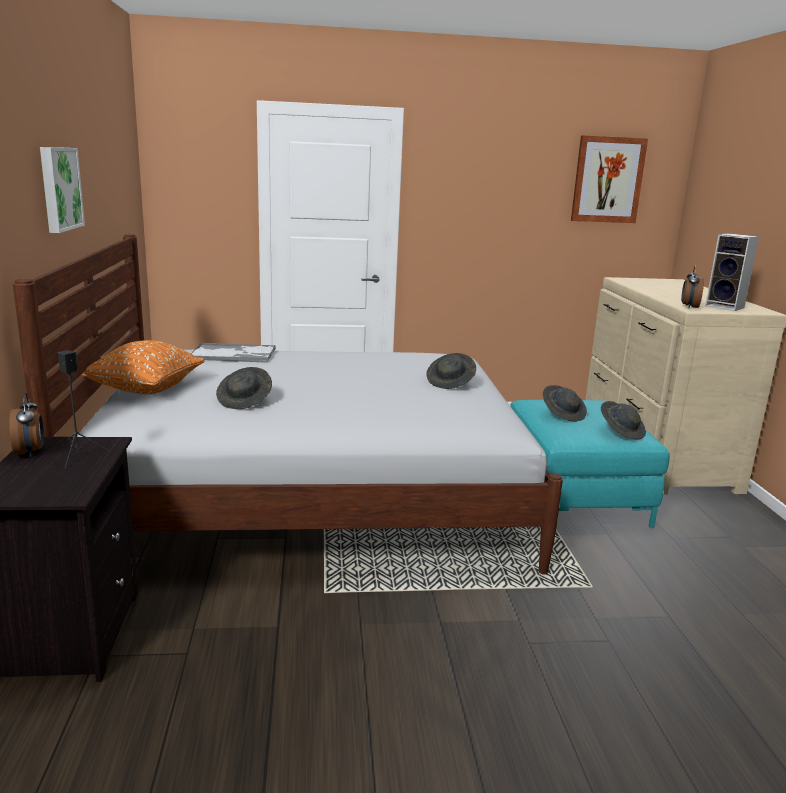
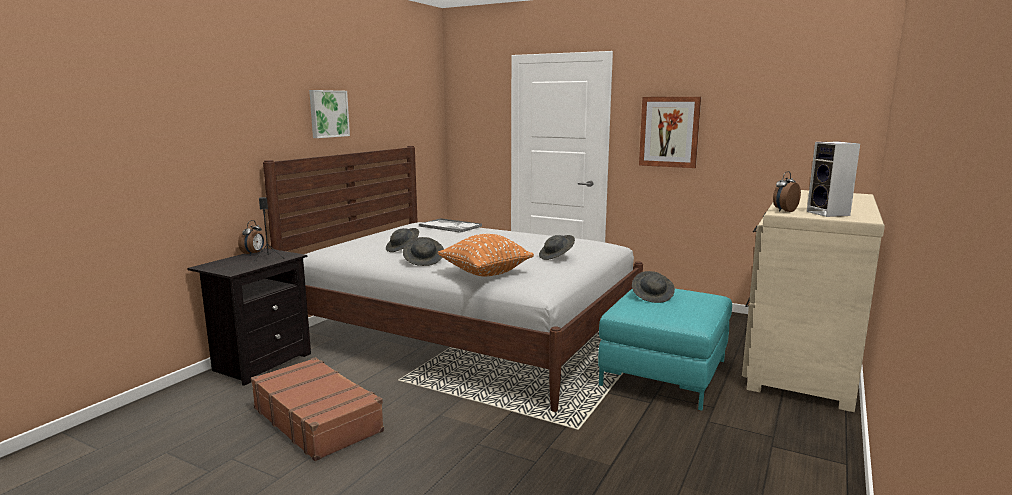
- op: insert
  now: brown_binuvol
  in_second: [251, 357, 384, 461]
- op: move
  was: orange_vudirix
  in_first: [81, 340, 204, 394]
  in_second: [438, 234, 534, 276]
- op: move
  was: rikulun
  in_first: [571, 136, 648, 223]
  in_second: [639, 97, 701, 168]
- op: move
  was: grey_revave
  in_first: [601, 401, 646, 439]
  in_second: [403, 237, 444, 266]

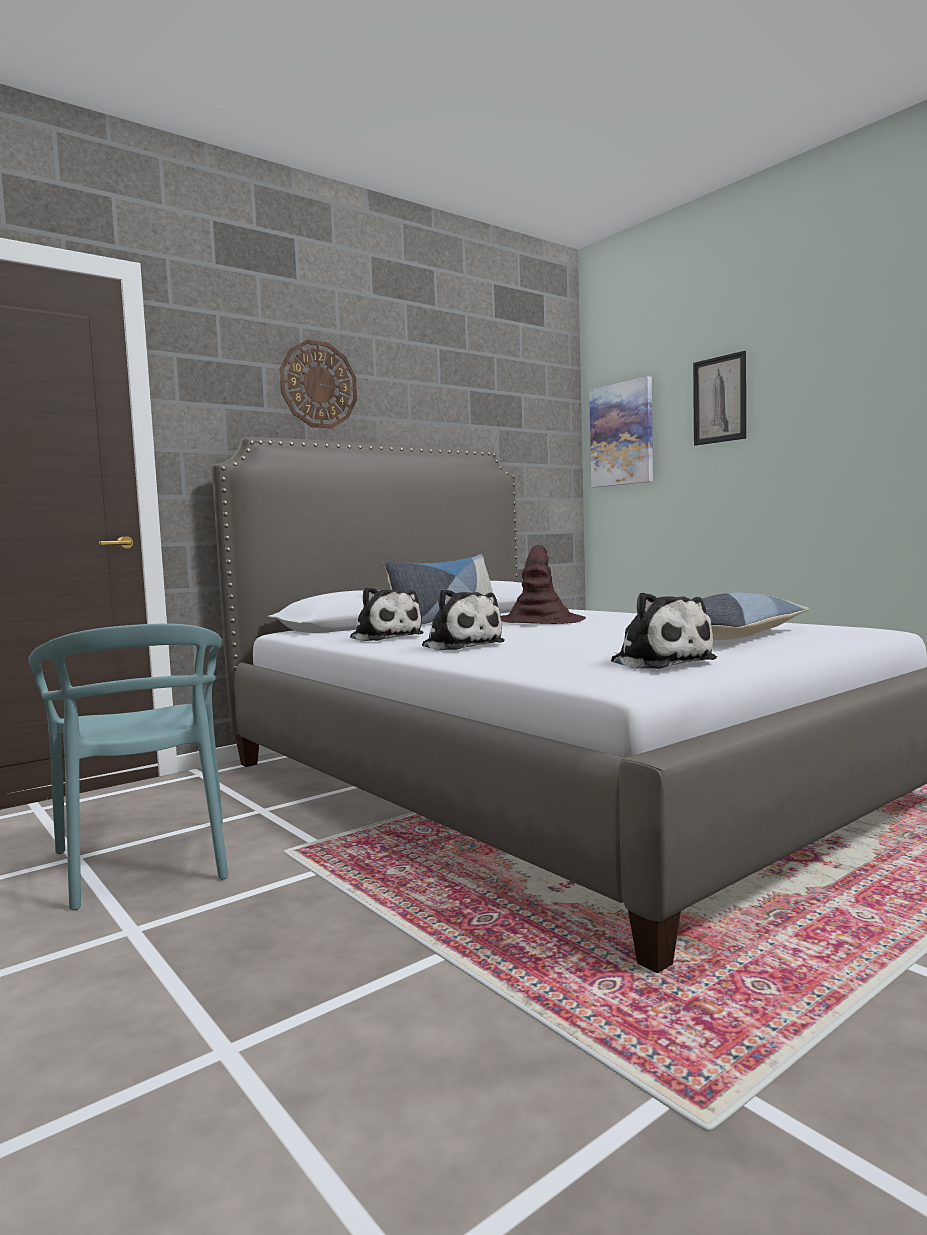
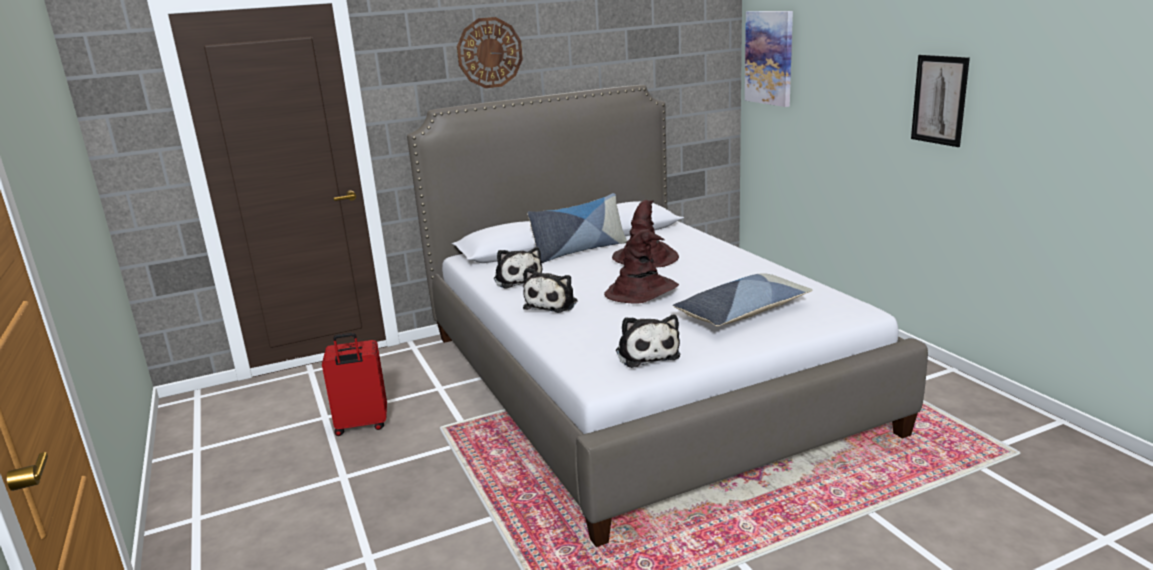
- op: insert
  now: brown_revave
  in_second: [604, 230, 679, 303]
- op: move
  was: rikulun
  in_first: [693, 351, 746, 446]
  in_second: [911, 55, 970, 147]
- op: replace
  was: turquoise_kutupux
  now: red_binuvol
  in_first: [28, 624, 228, 910]
  in_second: [322, 333, 387, 436]
- op: rotate
  was: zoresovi
  in_first: [422, 589, 505, 650]
  in_second: [523, 268, 577, 313]
  clockwise: 45

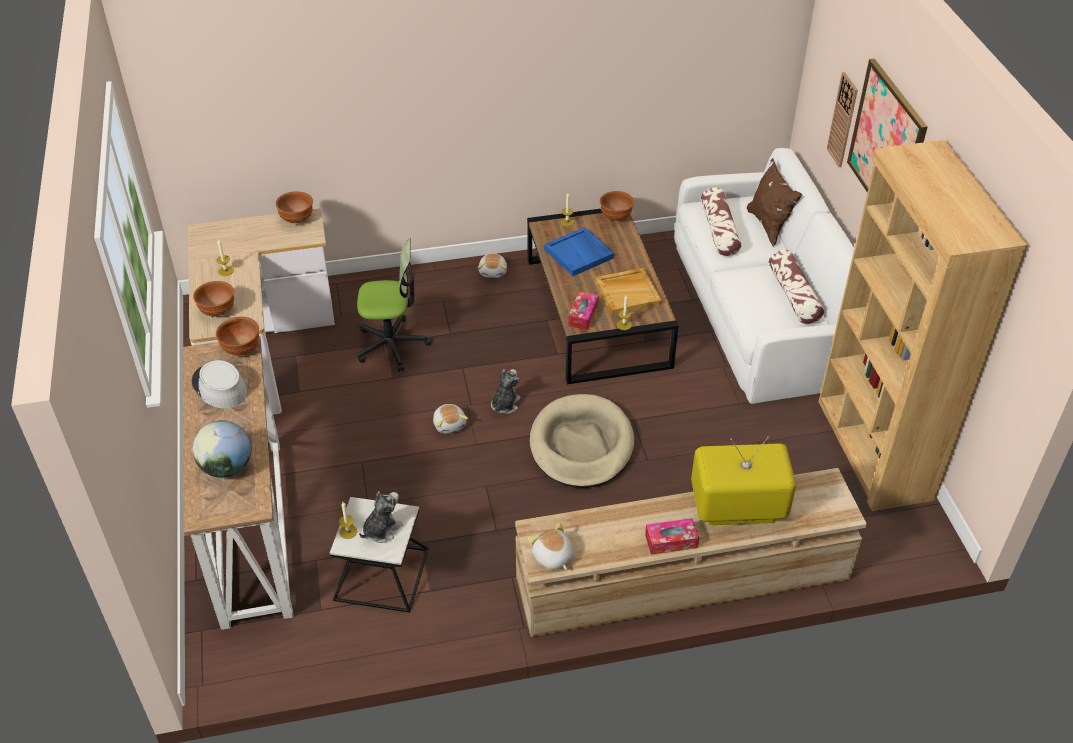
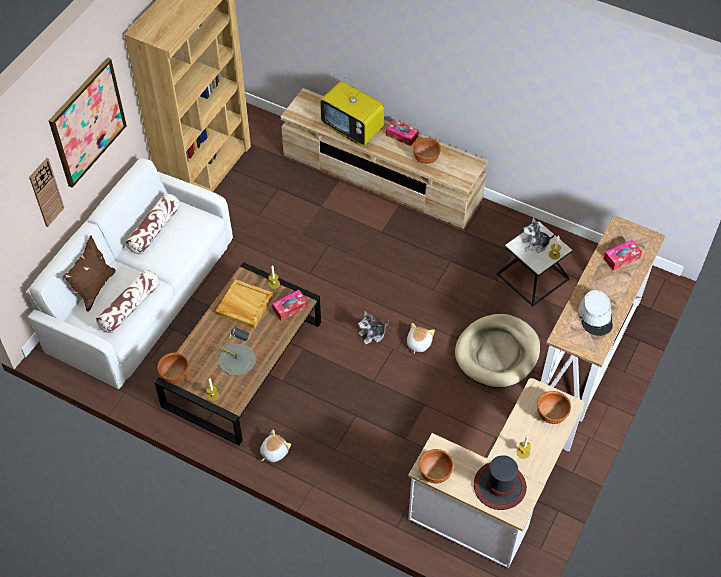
- op: delete
  was: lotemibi
  in_first: [357, 239, 431, 372]
- op: delete
  was: zoresovi
  in_first: [528, 522, 573, 570]
- op: insert
  now: revave
  in_second: [474, 455, 527, 510]
- op: move
  was: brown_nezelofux
  in_first: [216, 317, 259, 356]
  in_second: [413, 138, 441, 164]
- op: move
  was: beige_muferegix
  in_first: [530, 394, 634, 488]
  in_second: [455, 314, 540, 388]
- op: replace
  was: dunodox
  now: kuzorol
  in_first: [192, 420, 251, 478]
  in_second: [603, 240, 642, 271]
- op: replace
  was: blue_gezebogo
  now: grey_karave
  in_first: [544, 227, 614, 276]
  in_second: [217, 327, 256, 376]

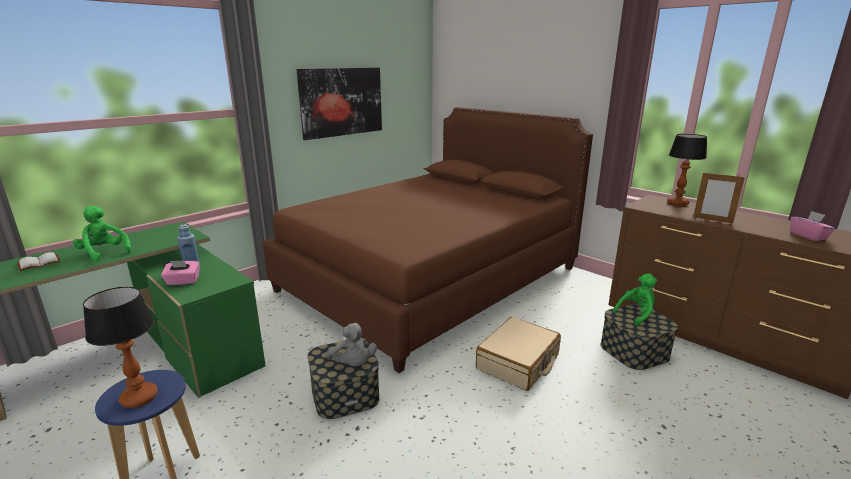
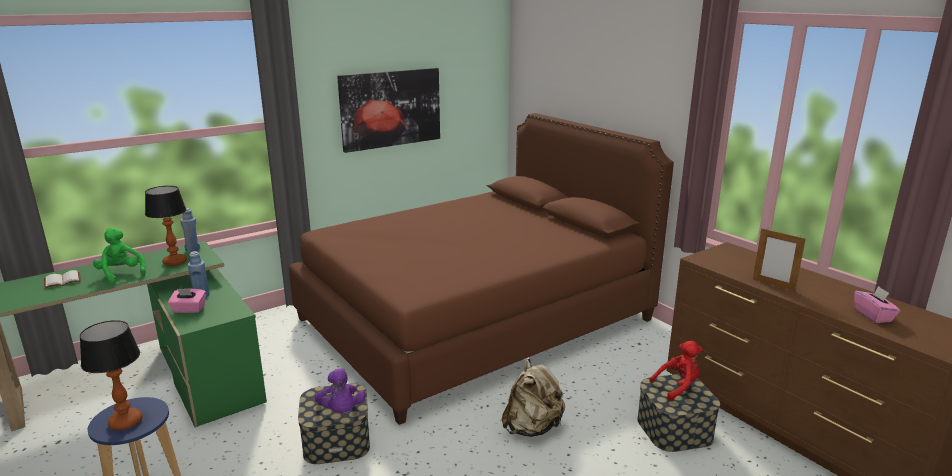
- op: insert
  now: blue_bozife
  in_second: [180, 208, 200, 252]
- op: move
  was: karave
  in_first: [667, 134, 707, 206]
  in_second: [145, 186, 187, 266]
- op: replace
  was: beige_binuvol
  now: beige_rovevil
  in_first: [476, 317, 561, 391]
  in_second: [501, 359, 565, 437]
- op: recolor
  was: grey_zoresovi
  now: purple_zoresovi
  in_first: [326, 323, 377, 366]
  in_second: [314, 368, 366, 413]
- op: recolor
  was: green_zoresovi
  now: red_zoresovi
  in_first: [613, 273, 657, 326]
  in_second: [650, 341, 703, 400]

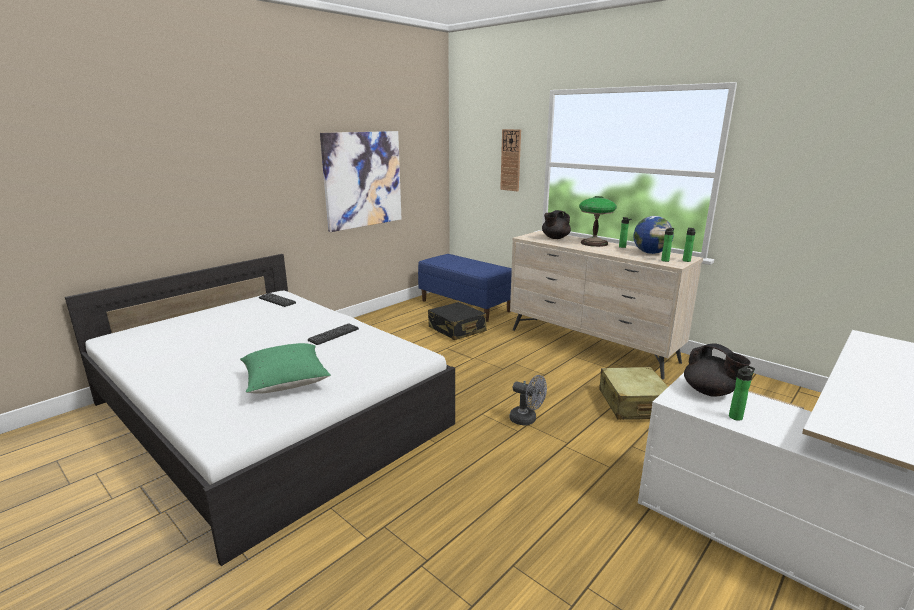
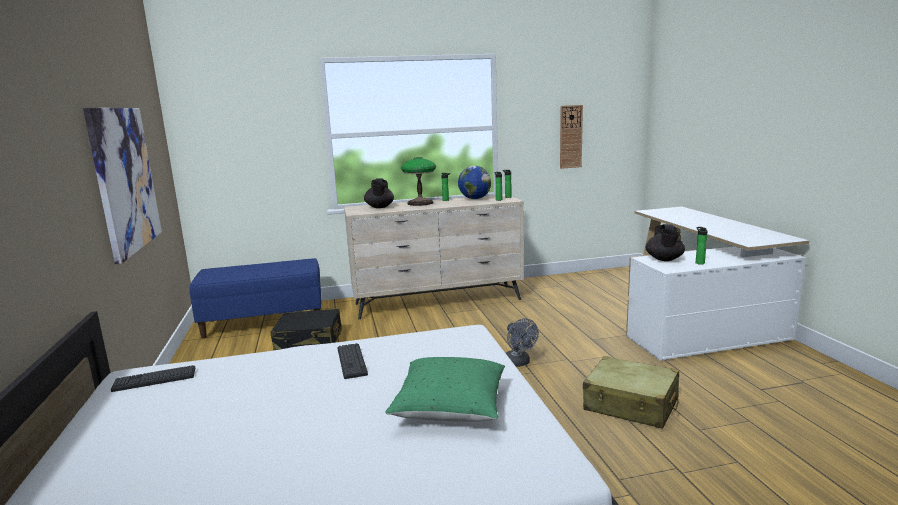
- op: move
  was: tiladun
  in_first: [500, 129, 521, 191]
  in_second: [560, 105, 583, 169]
- op: move
  was: beige_binuvol
  in_first: [599, 367, 668, 420]
  in_second: [583, 356, 679, 429]
- op: rotate
  was: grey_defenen
  in_first: [509, 375, 547, 426]
  in_second: [506, 318, 539, 367]
  clockwise: 90
- op: rotate
  was: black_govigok
  in_first: [684, 343, 751, 397]
  in_second: [645, 224, 685, 261]
  clockwise: 105

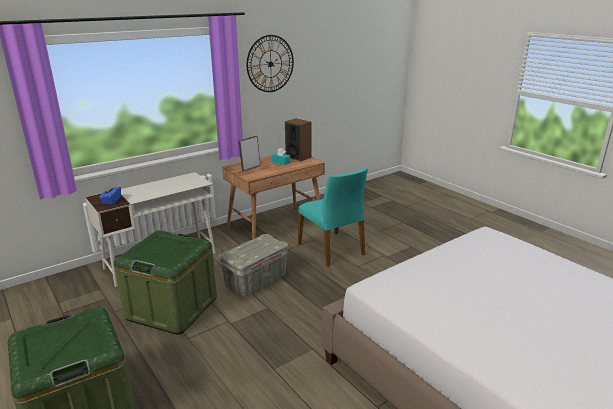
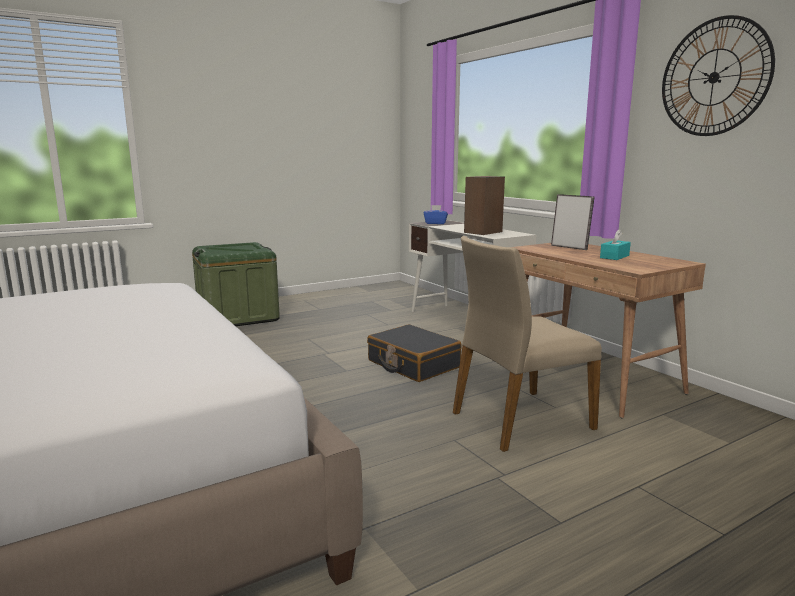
- op: delete
  was: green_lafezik
  in_first: [114, 230, 217, 334]
- op: move
  was: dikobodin
  in_first: [285, 118, 312, 161]
  in_second: [464, 176, 505, 235]
- op: replace
  was: grey_lafezik
  now: black_binuvol
  in_first: [219, 234, 288, 296]
  in_second: [367, 324, 462, 382]
- op: recolor
  was: turquoise_kutupux
  now: beige_kutupux
  in_first: [298, 167, 368, 267]
  in_second: [453, 236, 602, 452]

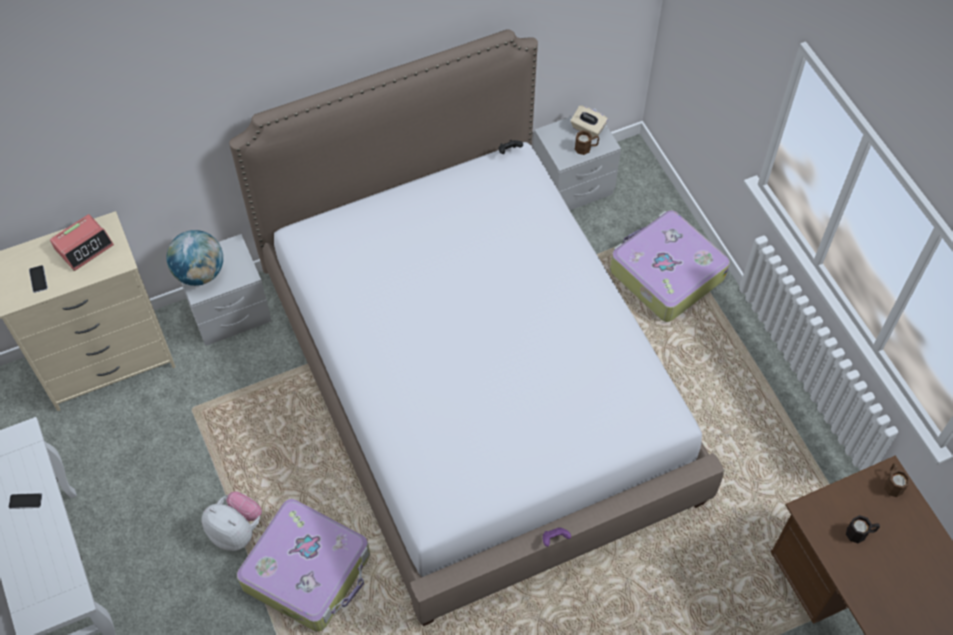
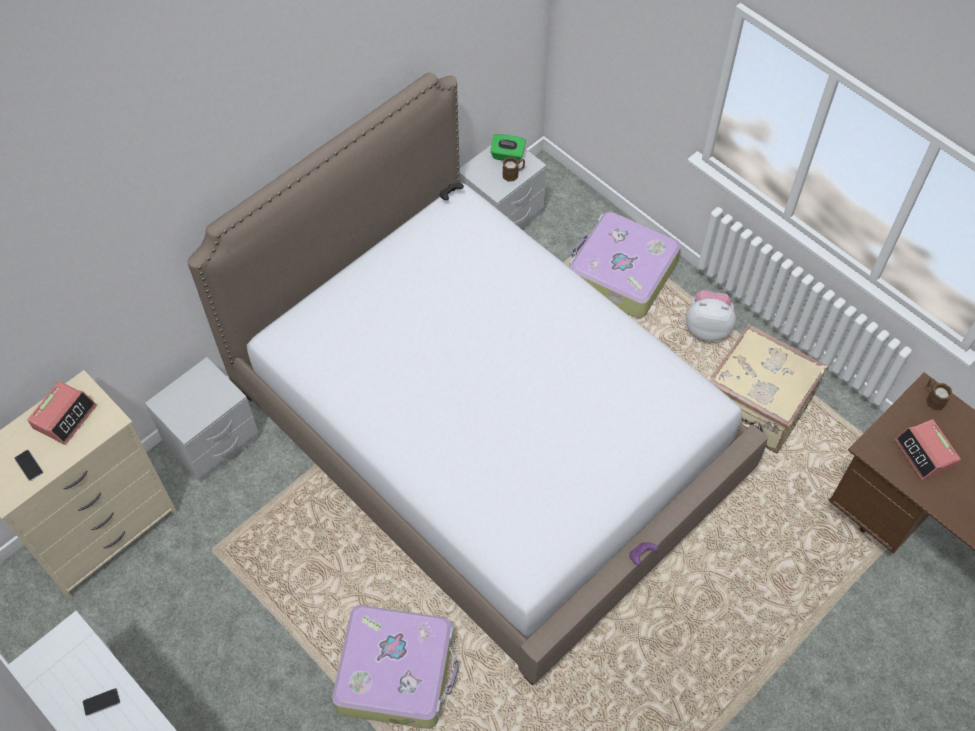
- op: delete
  was: dunodox
  in_first: [166, 230, 223, 286]
- op: insert
  now: beige_binuvol
  in_second: [709, 324, 828, 453]
- op: move
  was: zoresovi
  in_first: [202, 491, 262, 551]
  in_second: [686, 290, 736, 341]
- op: replace
  was: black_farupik
  now: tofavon
  in_first: [846, 515, 880, 543]
  in_second: [894, 419, 961, 480]
- op: recolor
  was: beige_kuzorol
  now: green_kuzorol
  in_first: [570, 105, 608, 139]
  in_second: [490, 134, 526, 162]

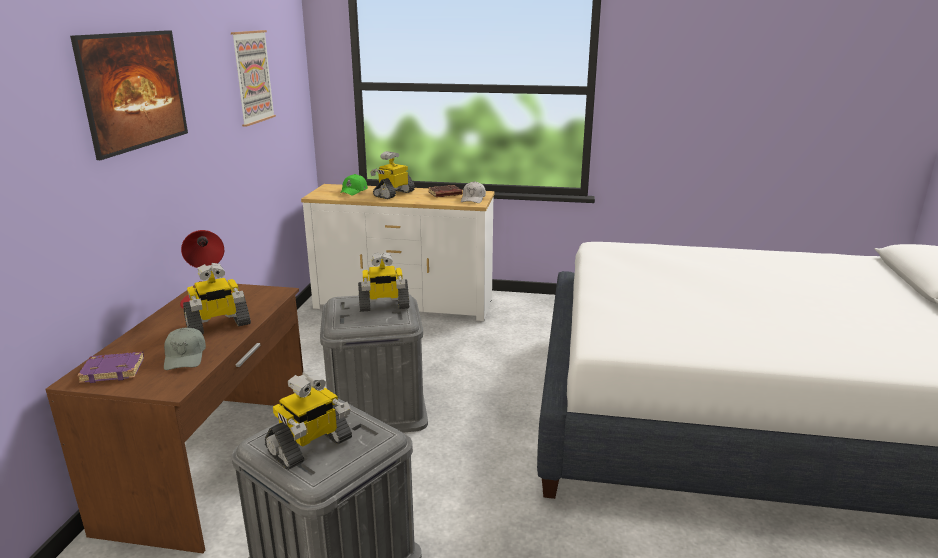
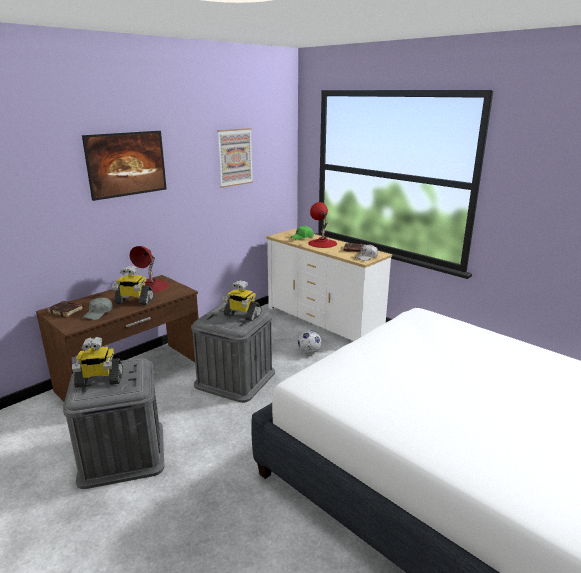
- op: insert
  now: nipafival
  in_second: [298, 330, 321, 354]
- op: replace
  was: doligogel
  now: red_karave
  in_first: [370, 151, 415, 199]
  in_second: [308, 202, 337, 248]
- op: recolor
  was: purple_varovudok
  now: brown_varovudok
  in_first: [77, 352, 144, 383]
  in_second: [47, 301, 84, 317]

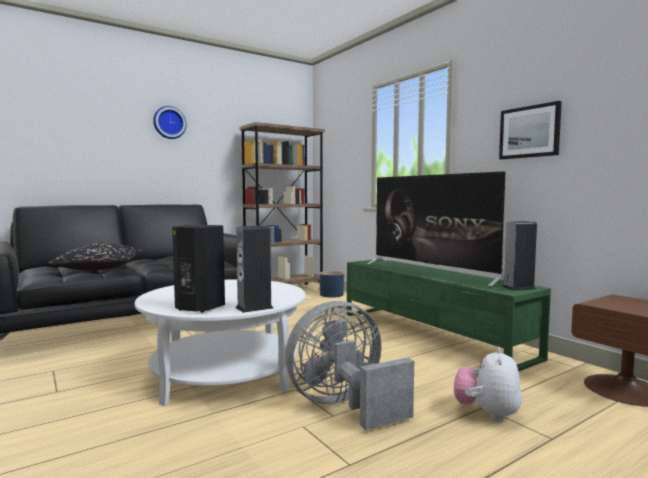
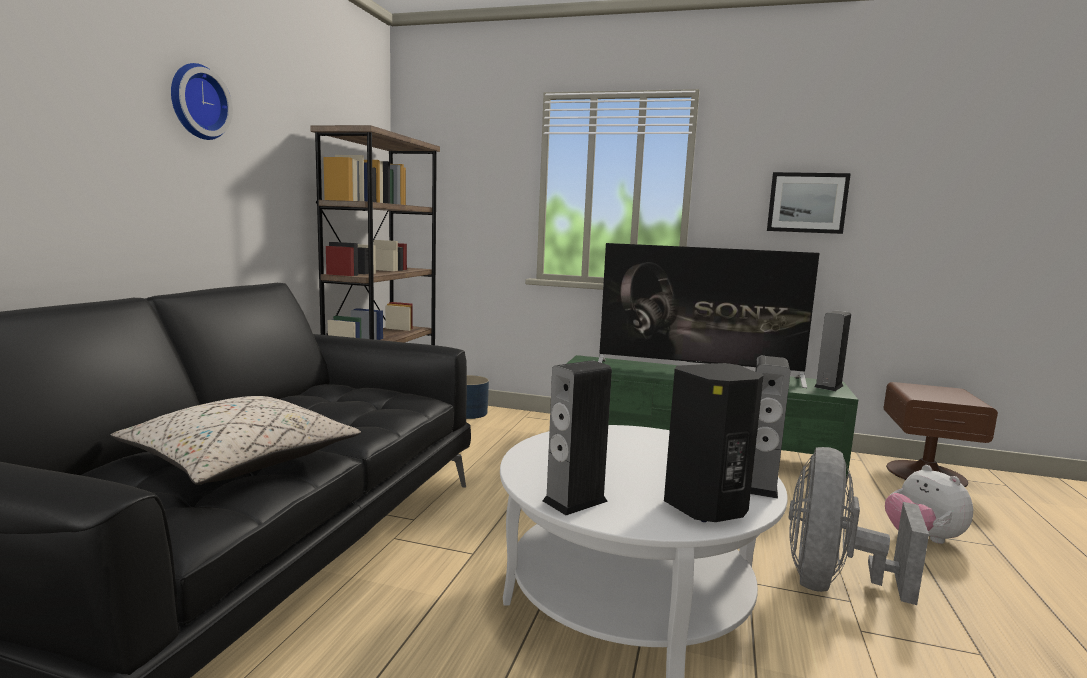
- op: insert
  now: dikobodin
  in_second: [542, 360, 612, 515]
- op: recolor
  was: black_vudirix
  now: beige_vudirix
  in_first: [48, 243, 142, 270]
  in_second: [111, 396, 361, 485]

